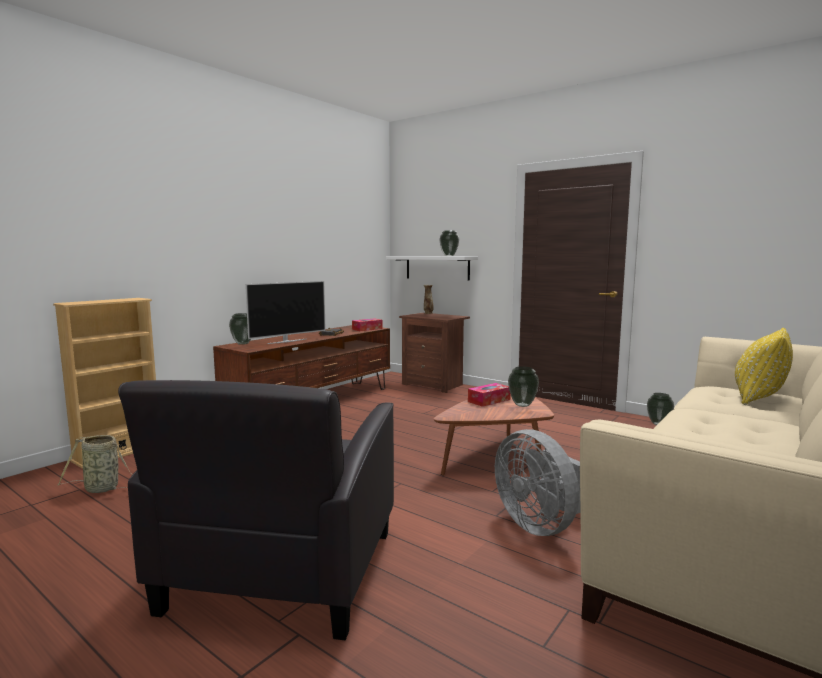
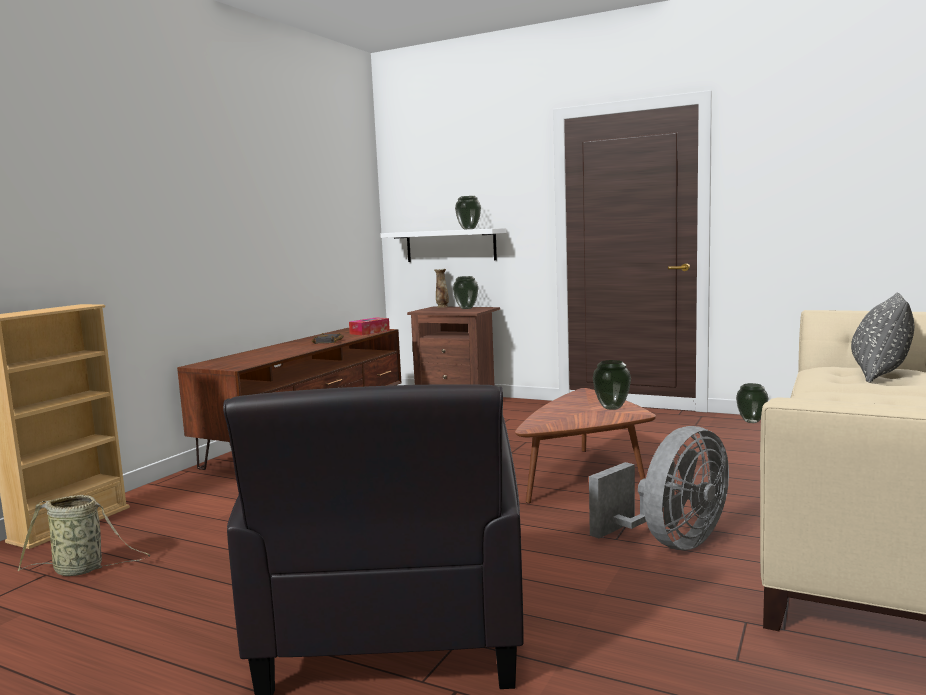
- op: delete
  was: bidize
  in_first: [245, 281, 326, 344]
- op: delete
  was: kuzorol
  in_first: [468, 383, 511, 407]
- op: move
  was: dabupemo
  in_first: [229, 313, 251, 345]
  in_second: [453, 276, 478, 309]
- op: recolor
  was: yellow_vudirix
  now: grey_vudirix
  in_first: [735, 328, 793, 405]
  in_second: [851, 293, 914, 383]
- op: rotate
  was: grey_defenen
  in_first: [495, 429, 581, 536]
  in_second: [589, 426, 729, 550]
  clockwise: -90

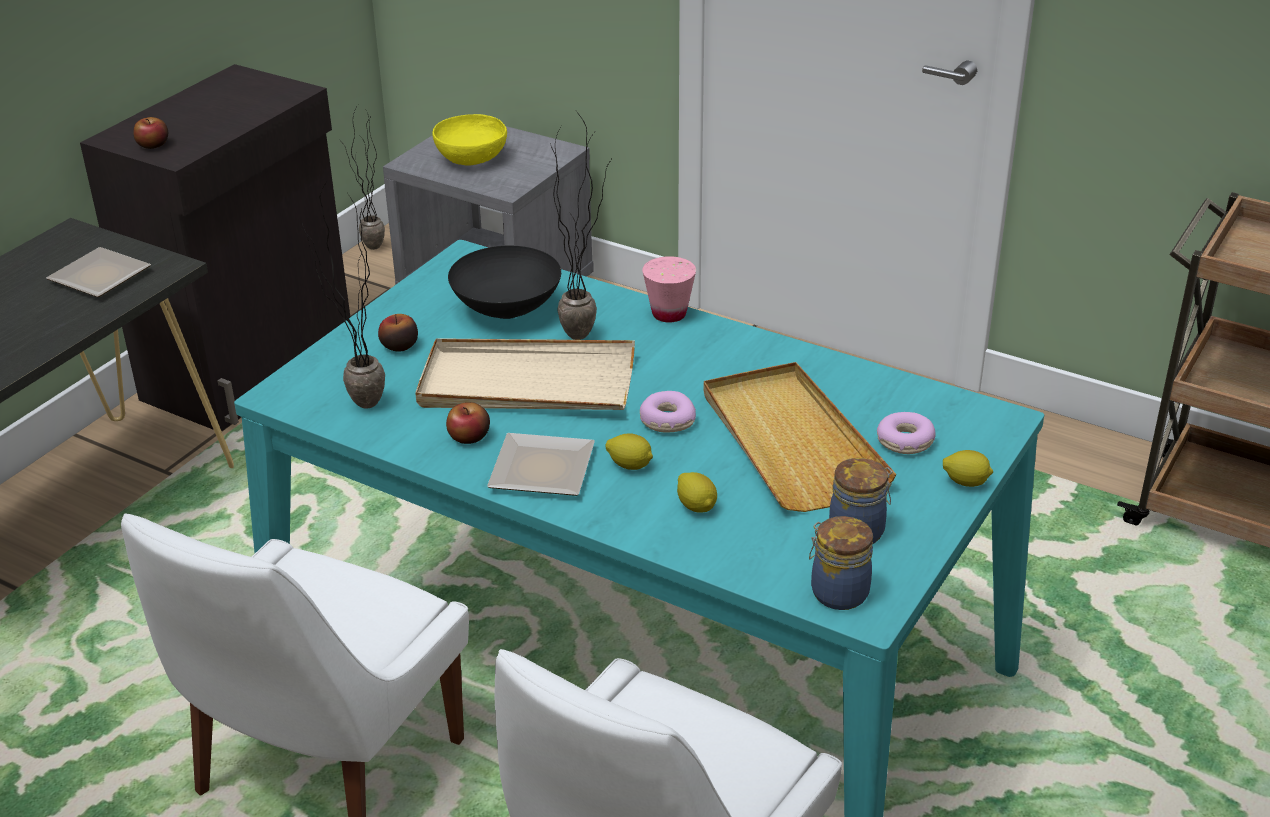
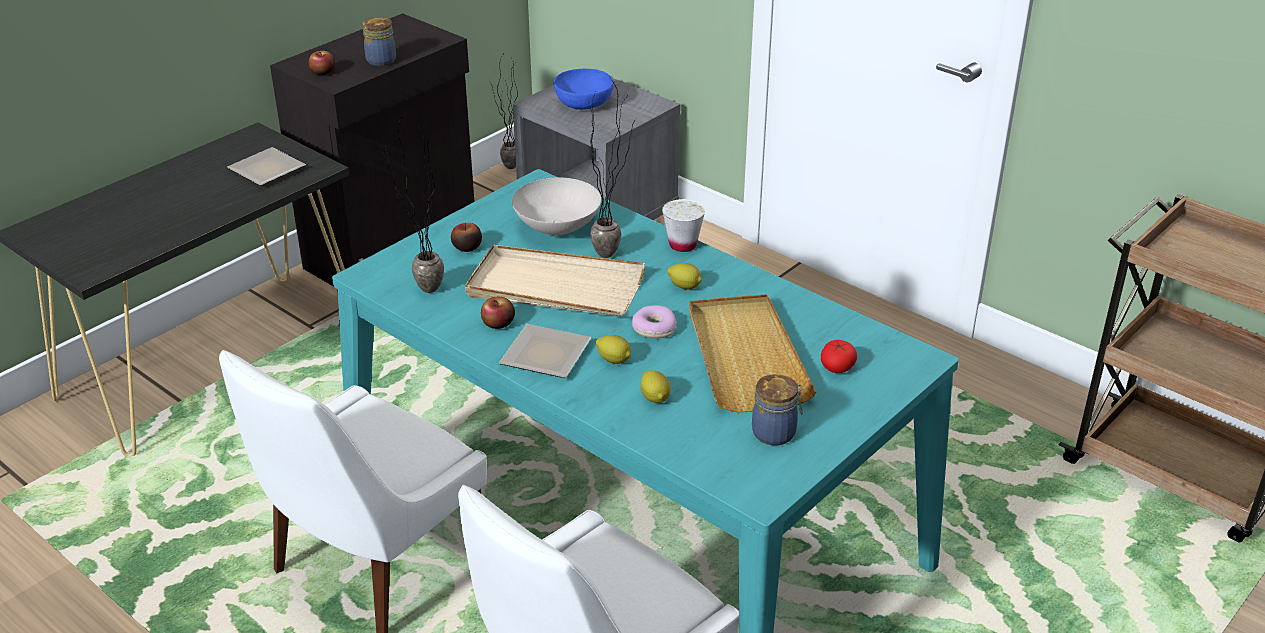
- op: move
  was: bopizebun
  in_first: [809, 516, 873, 610]
  in_second: [363, 17, 396, 66]
- op: move
  was: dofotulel
  in_first: [943, 450, 993, 487]
  in_second: [667, 263, 702, 290]
- op: replace
  was: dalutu
  now: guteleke
  in_first: [877, 412, 936, 454]
  in_second: [821, 340, 857, 373]
- op: recolor
  was: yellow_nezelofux
  now: blue_nezelofux
  in_first: [432, 114, 507, 165]
  in_second: [554, 69, 614, 110]
- op: recolor
  was: black_nezelofux
  now: white_nezelofux
  in_first: [448, 246, 561, 319]
  in_second: [512, 177, 601, 235]
- op: recolor
  was: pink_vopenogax
  now: white_vopenogax
  in_first: [642, 256, 696, 323]
  in_second: [662, 199, 705, 252]

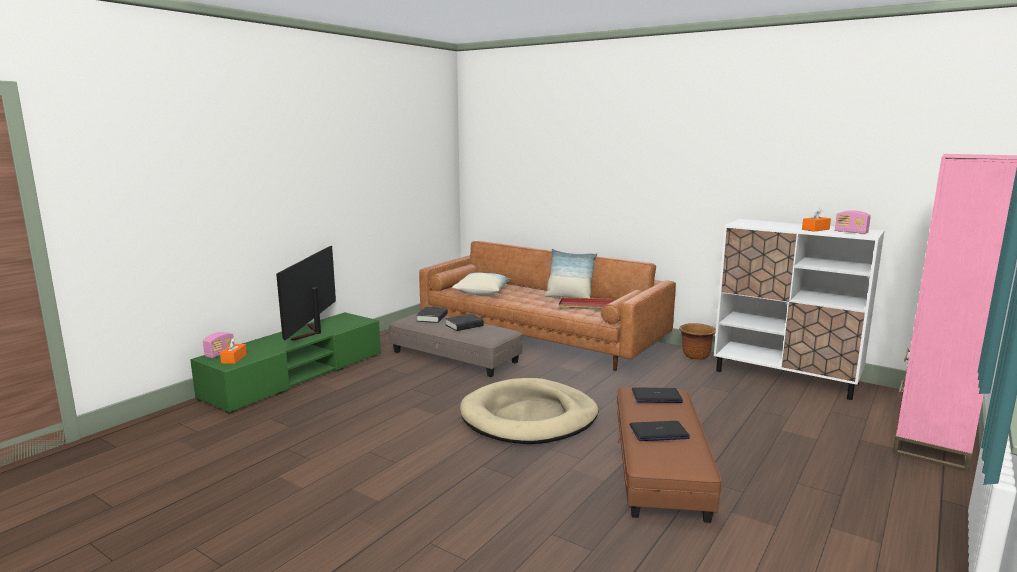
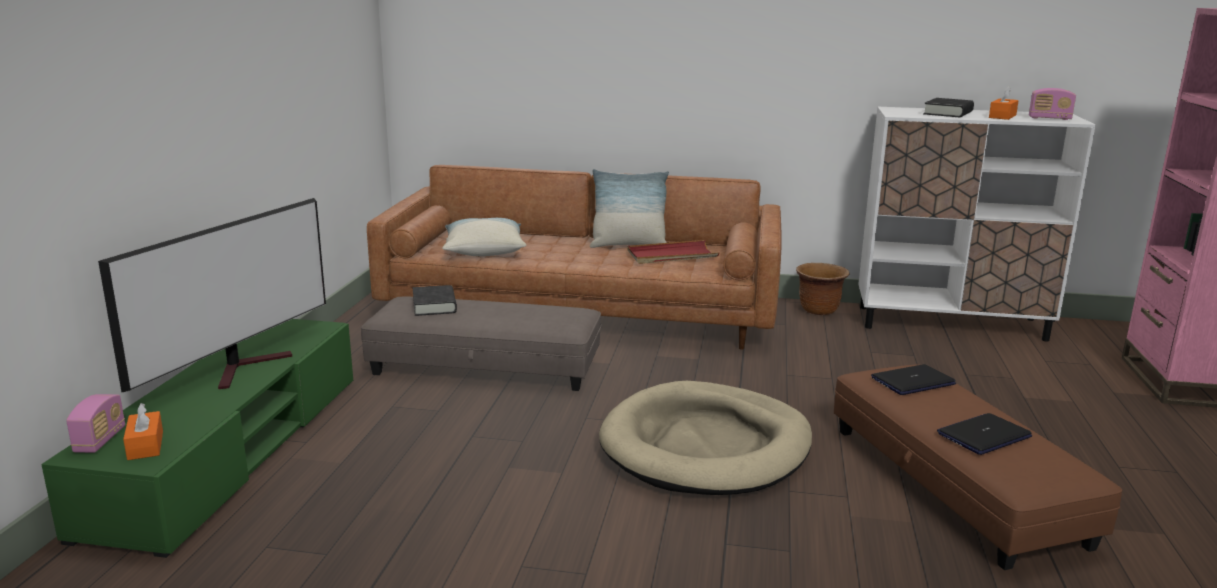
- op: move
  was: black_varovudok
  in_first: [445, 314, 484, 331]
  in_second: [923, 98, 974, 117]
- op: rotate
  was: bidize
  in_first: [276, 246, 336, 341]
  in_second: [98, 198, 326, 392]
  clockwise: -135

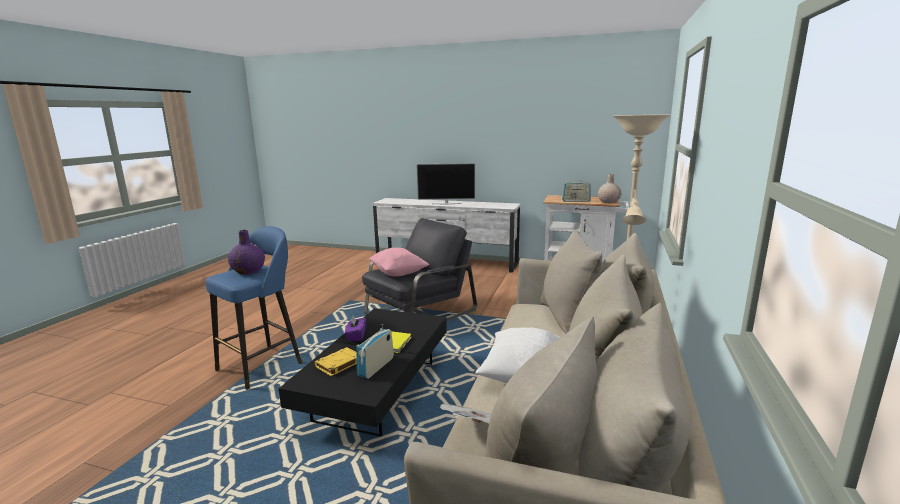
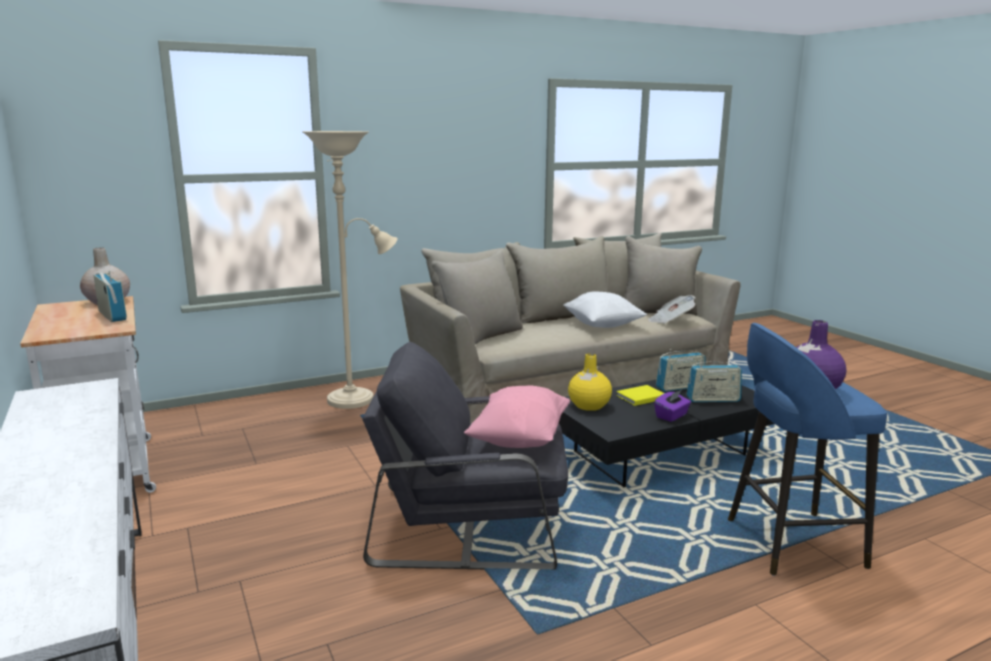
- op: delete
  was: bidize
  in_first: [416, 163, 475, 204]
- op: insert
  now: yellow_dabupemo
  in_second: [568, 353, 612, 411]
- op: replace
  was: yellow_varovudok
  now: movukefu
  in_first: [315, 347, 357, 376]
  in_second: [686, 359, 742, 402]

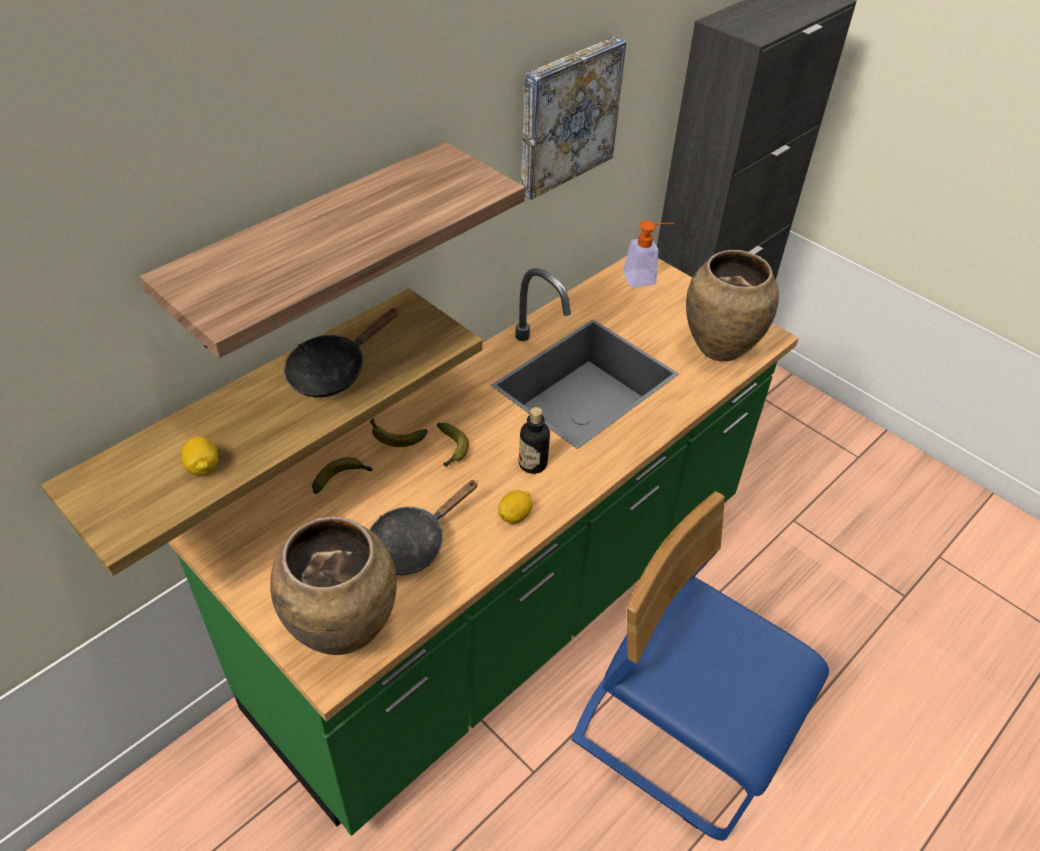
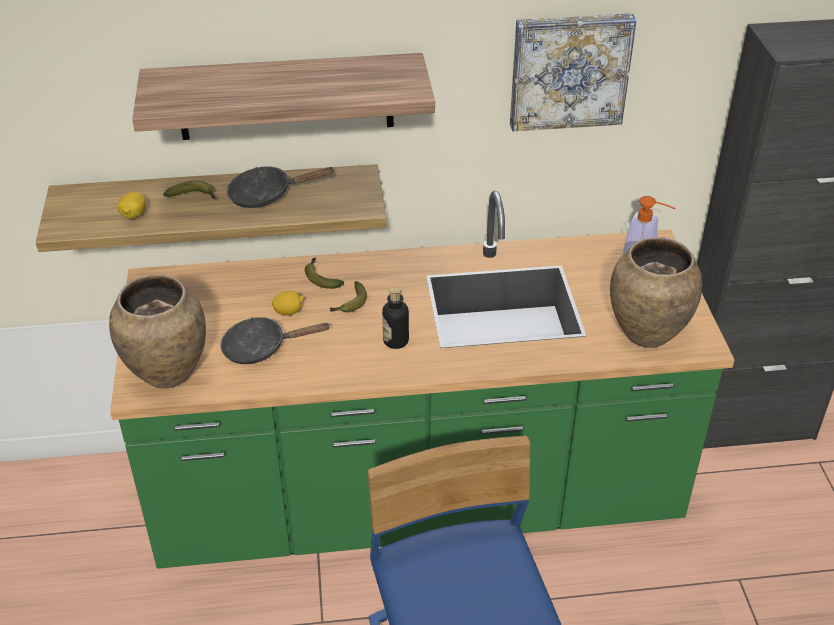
- op: move
  was: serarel
  in_first: [312, 457, 373, 494]
  in_second: [163, 180, 216, 199]
- op: move
  was: dofotulel
  in_first: [498, 490, 533, 524]
  in_second: [272, 291, 304, 316]

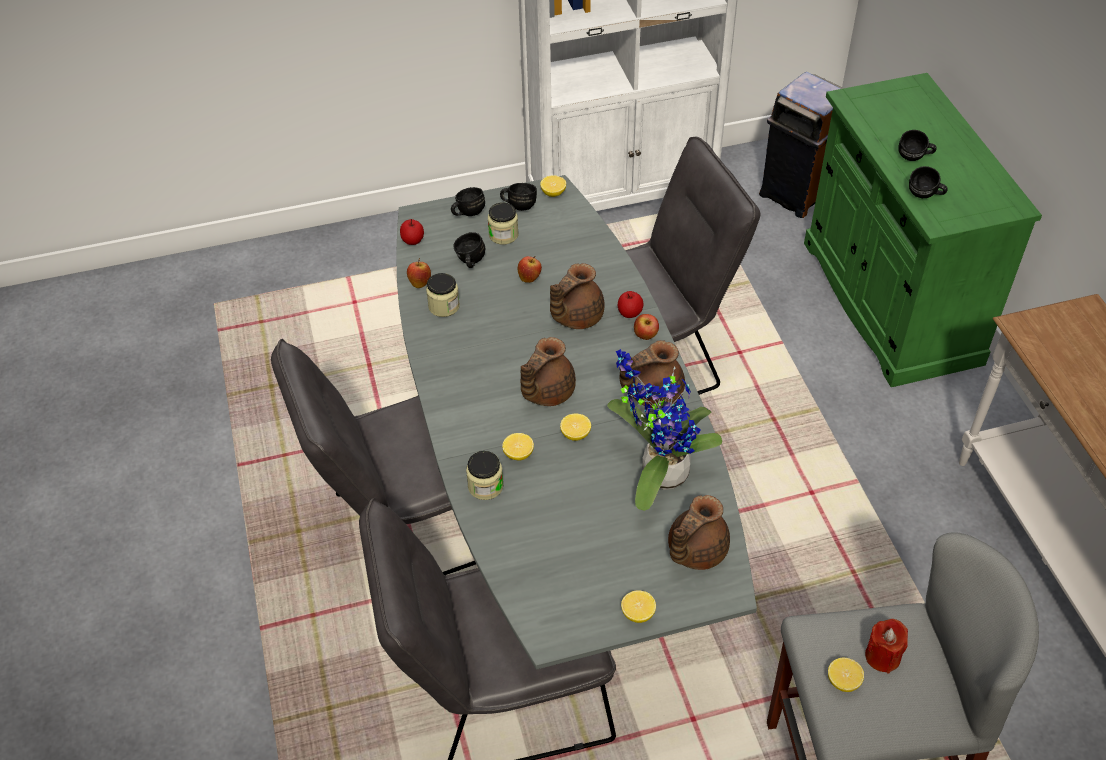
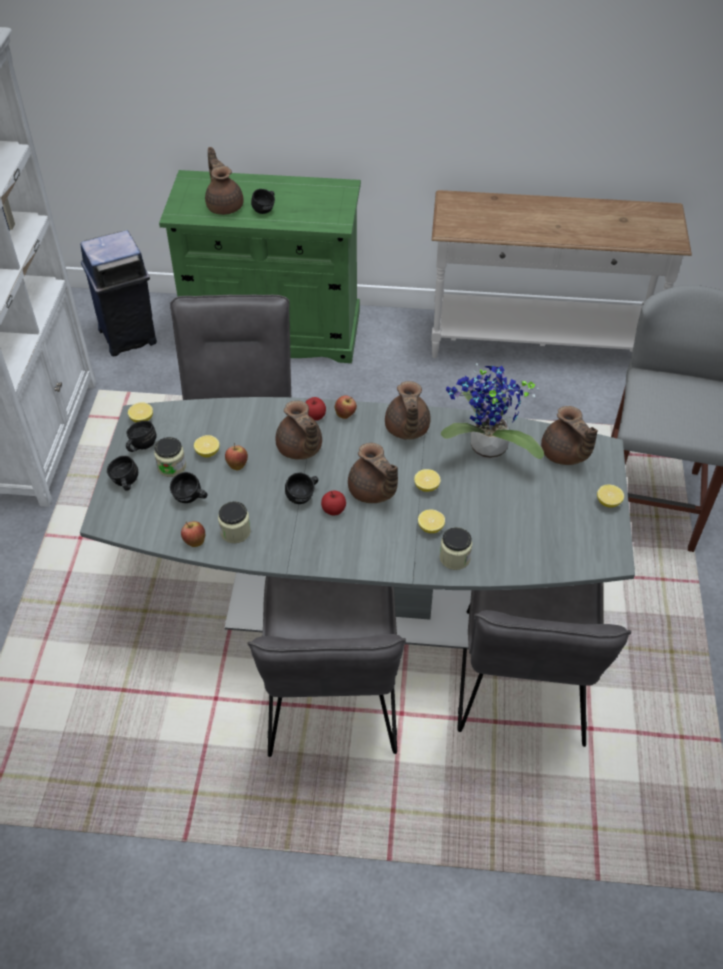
- op: delete
  was: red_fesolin
  in_first: [865, 619, 908, 673]
- op: insert
  now: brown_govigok
  in_second: [205, 147, 244, 215]
- op: move
  was: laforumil
  in_first: [400, 219, 424, 245]
  in_second: [321, 491, 346, 515]
- op: move
  was: dofotulel
  in_first: [828, 658, 864, 692]
  in_second: [194, 435, 219, 457]
- op: move
  was: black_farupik
  in_first: [909, 166, 948, 198]
  in_second: [285, 473, 318, 504]
- op: recolor
  was: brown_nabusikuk
  now: blue_nabusikuk
  in_first: [759, 72, 843, 218]
  in_second: [80, 230, 157, 356]

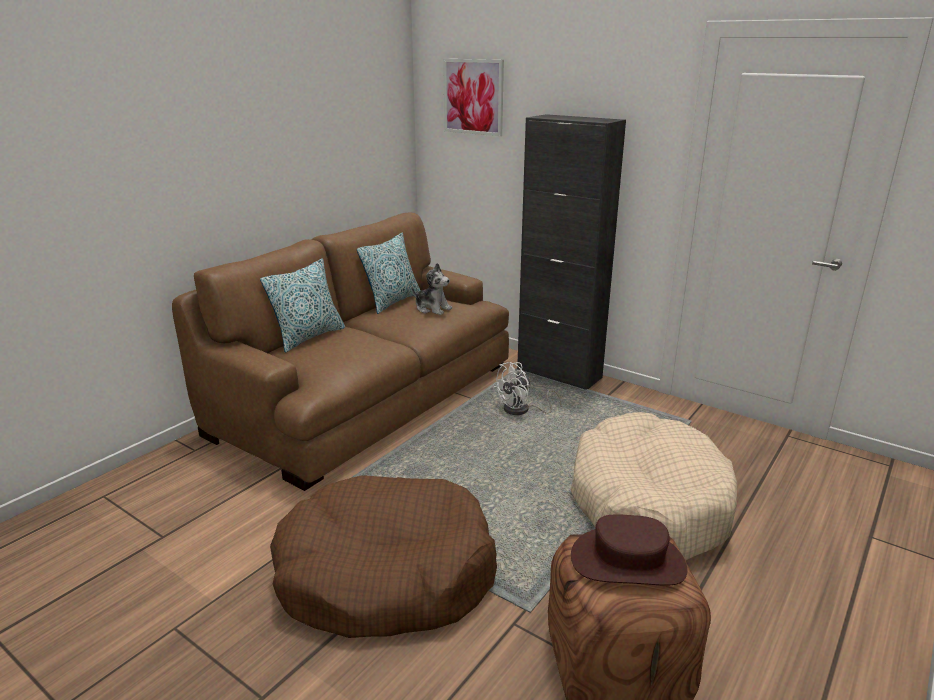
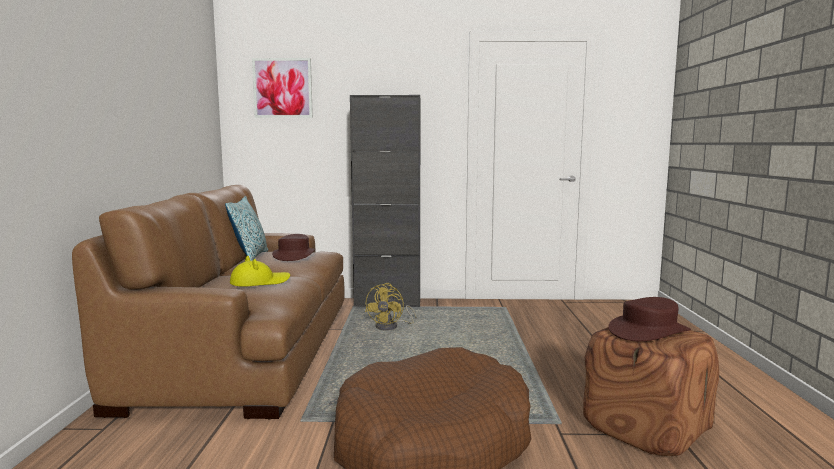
- op: delete
  was: vudirix
  in_first: [260, 258, 345, 353]
- op: delete
  was: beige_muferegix
  in_first: [570, 412, 737, 561]
- op: insert
  now: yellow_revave
  in_second: [230, 256, 290, 287]
- op: replace
  was: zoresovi
  now: brown_revave
  in_first: [412, 263, 452, 315]
  in_second: [272, 234, 315, 261]
- op: recolor
  was: white_defenen
  now: yellow_defenen
  in_first: [493, 362, 562, 415]
  in_second: [365, 283, 416, 330]

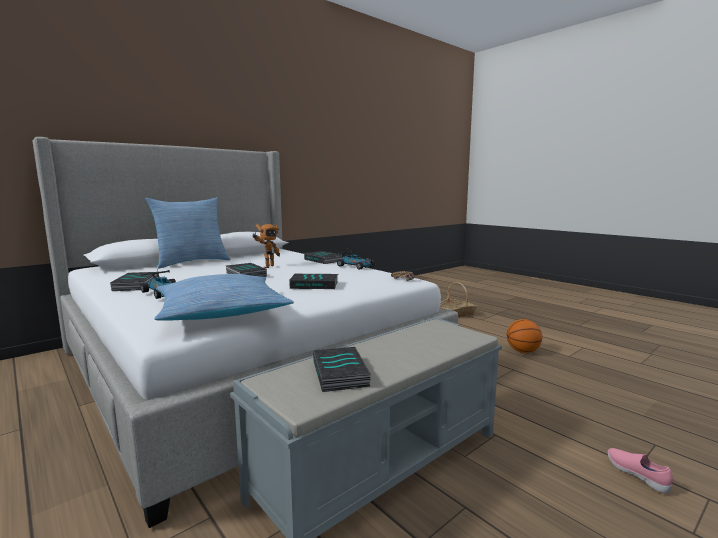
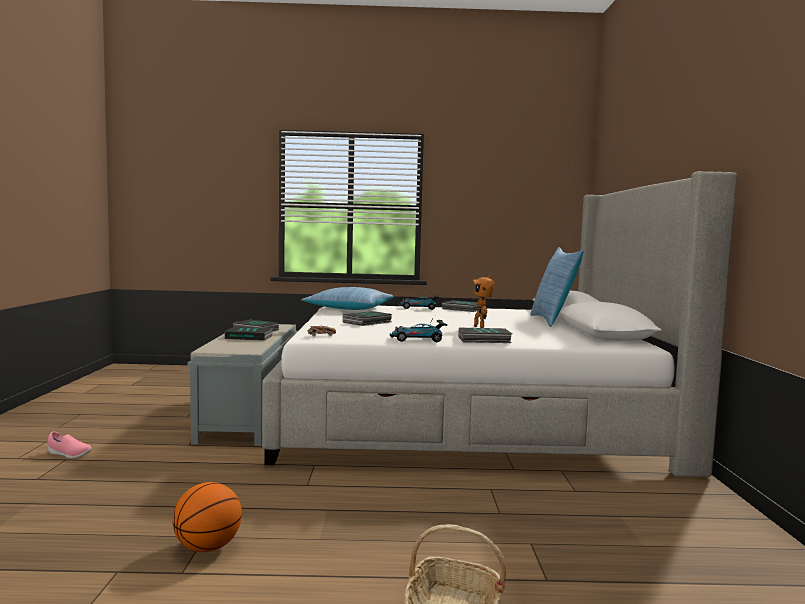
- op: move
  was: varovudok
  in_first: [226, 263, 267, 277]
  in_second: [225, 327, 273, 341]

